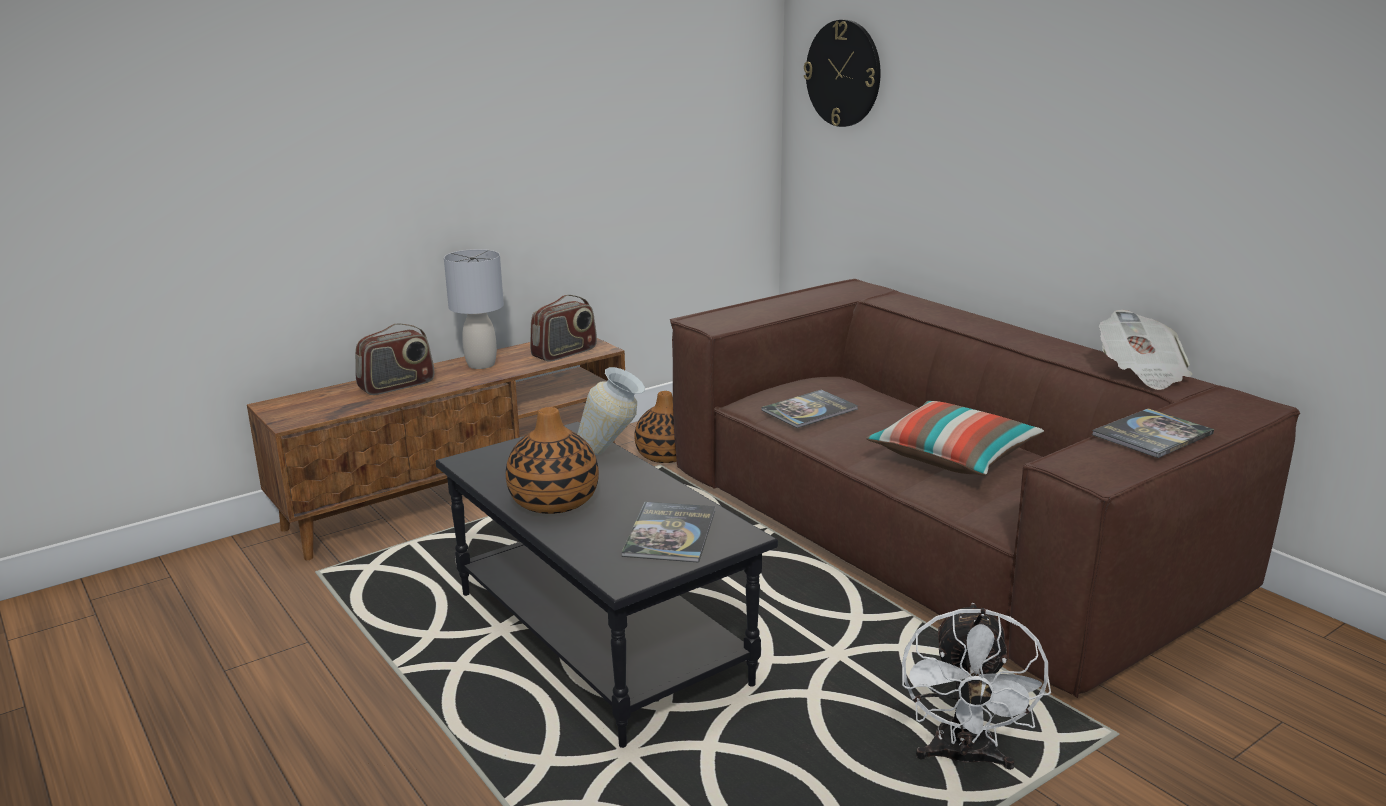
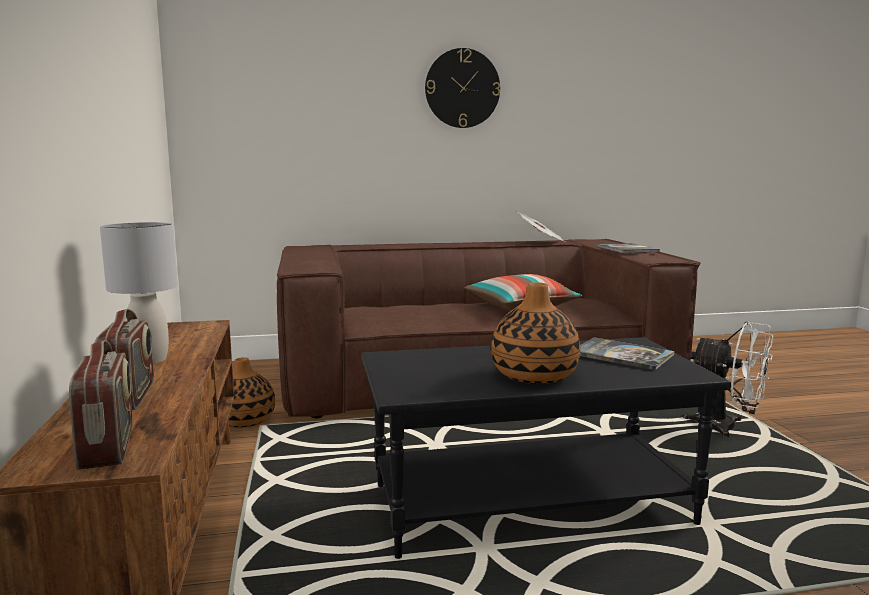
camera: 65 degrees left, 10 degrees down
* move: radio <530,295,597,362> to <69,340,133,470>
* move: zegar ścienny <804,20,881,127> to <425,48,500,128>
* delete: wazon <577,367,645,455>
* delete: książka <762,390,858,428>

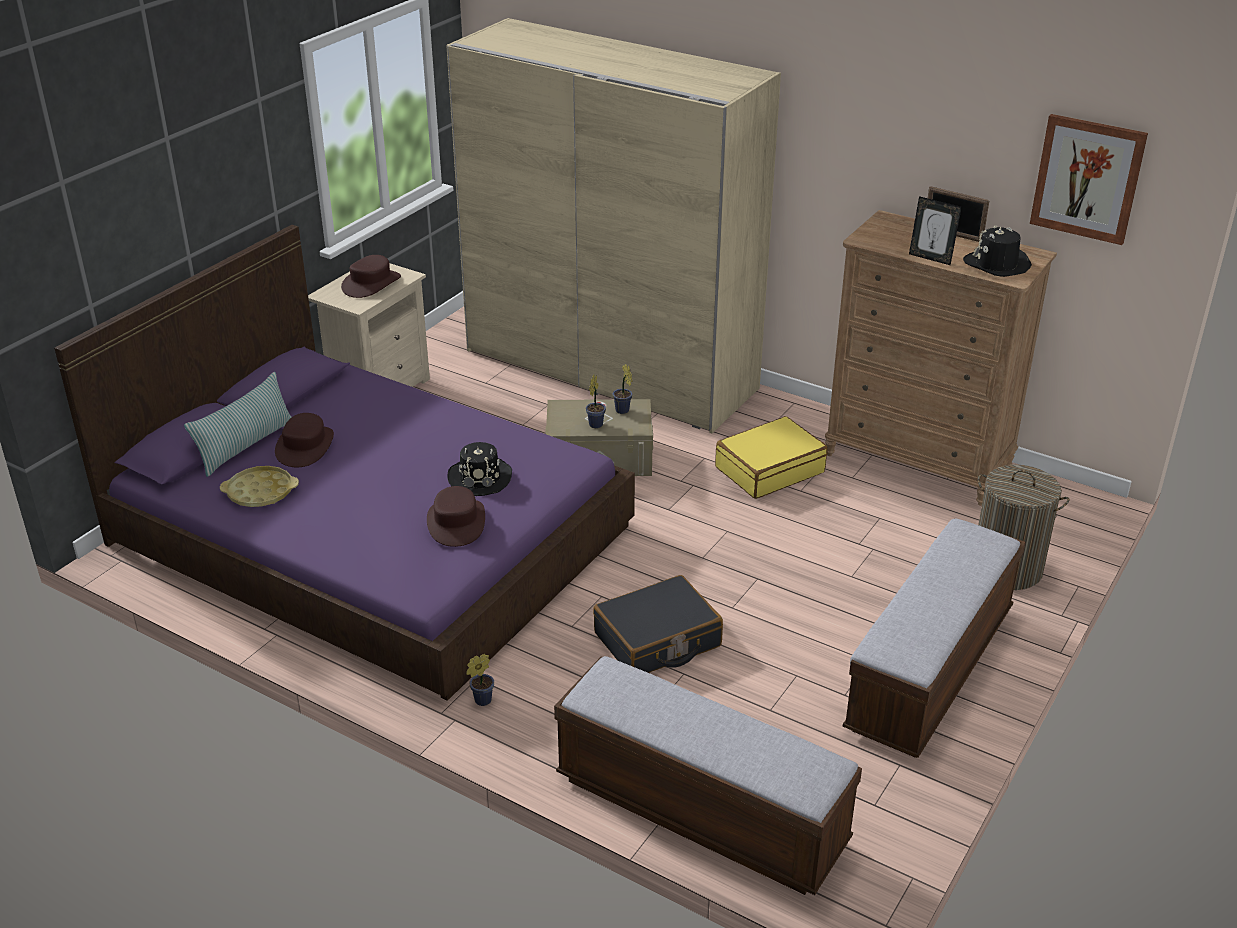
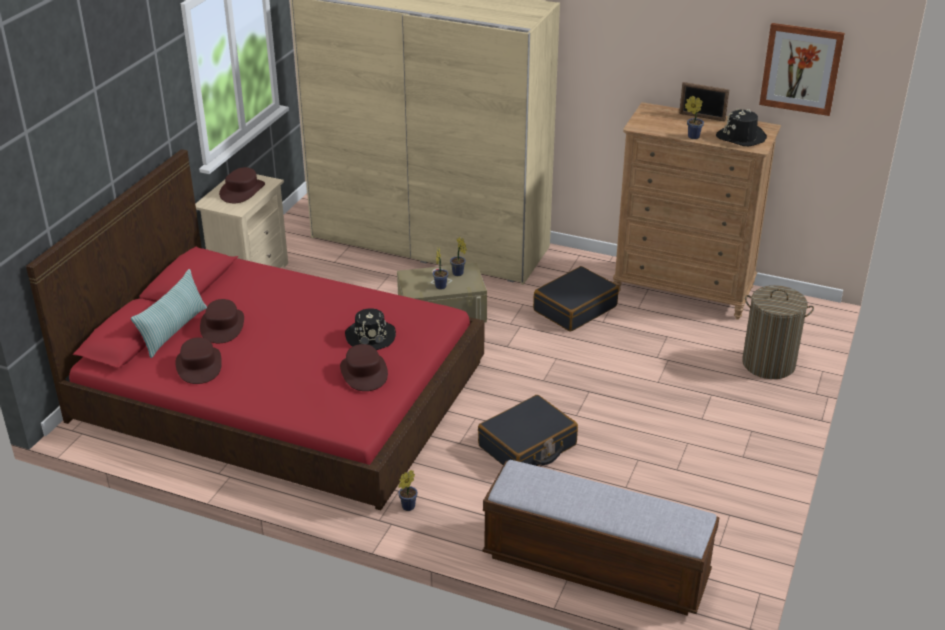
camera: 10 degrees left, 0 degrees up
* recolor: łóżko (fioletowy) <54,225,635,701> to łóżko (czerwony) <26,149,485,510>
* replace: taca (żółty) <220,466,299,507> to kapelusz (brązowy) <175,337,222,384>
* recolor: walizka (żółty) <715,416,828,499> to walizka (czarny) <533,266,619,332>
* replace: ramka na zdjęcie <909,196,962,265> to roślina doniczkowa <685,96,704,139>
* delete: ławka <843,518,1026,758>

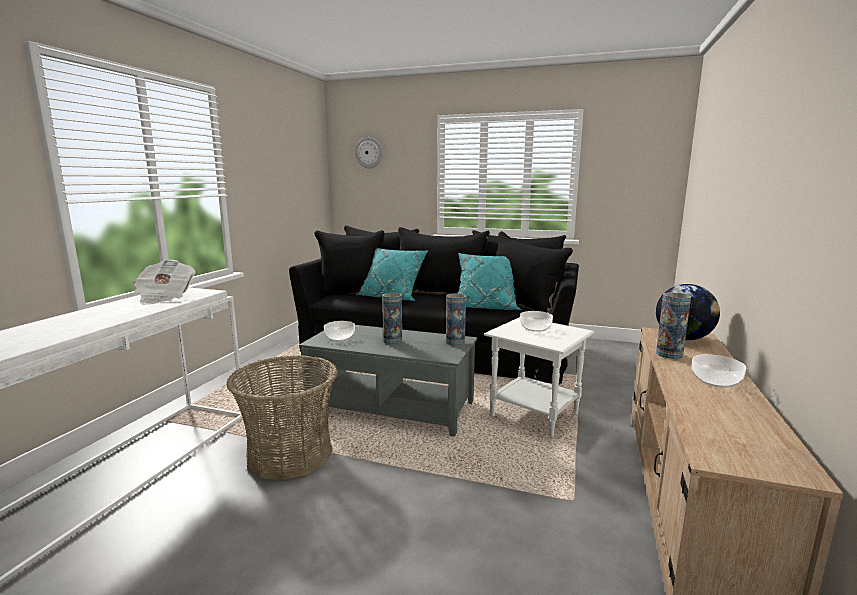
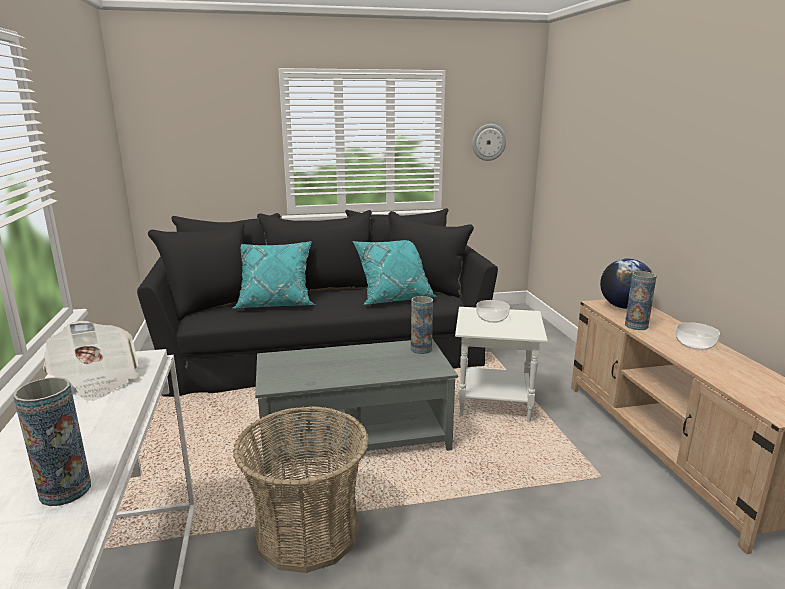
camera: 30 degrees left, 5 degrees up
* move: wazon <382,293,402,344> to <13,377,91,506>
* move: zegar ścienny <355,137,383,169> to <472,124,506,161>
* delete: miska <324,321,355,341>

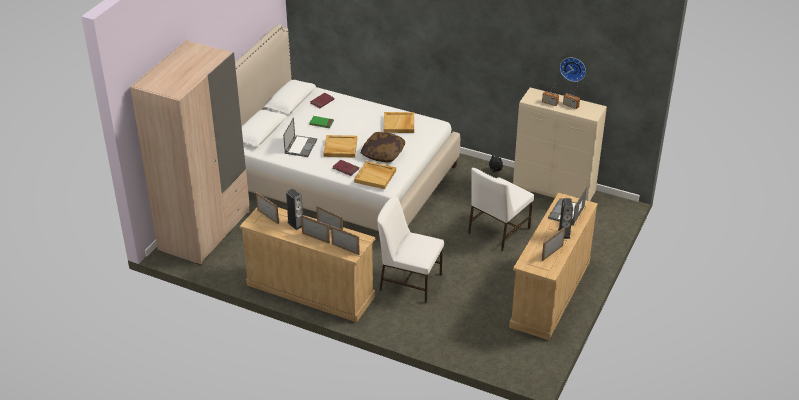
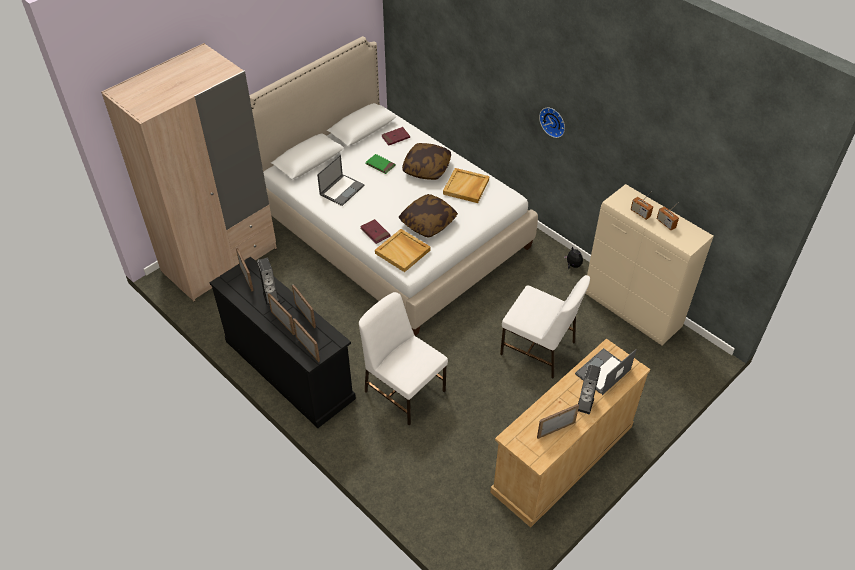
camera: 20 degrees right, 10 degrees up
* recolor: komoda (beżowy) <240,207,375,322> to komoda (czarny) <209,257,356,428>
* insert: poduszka <402,143,451,180>
* rotate: krzesło (biały) <468,168,534,251> = <500,275,590,378> 120 degrees counterclockwise
* move: zegar ścienny <560,57,586,82> to <539,108,565,138>
* delete: taca (beżowy) <323,135,357,158>

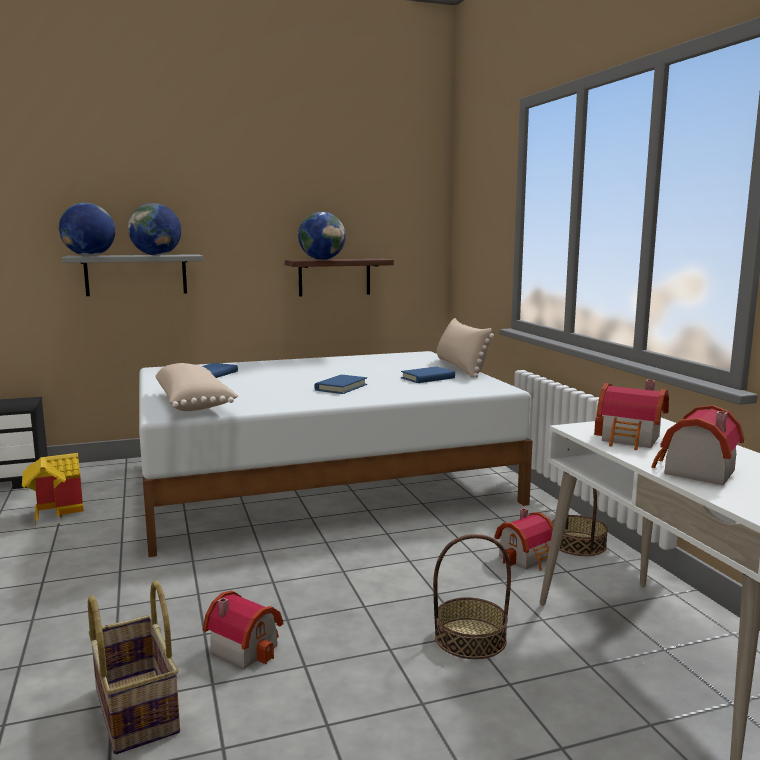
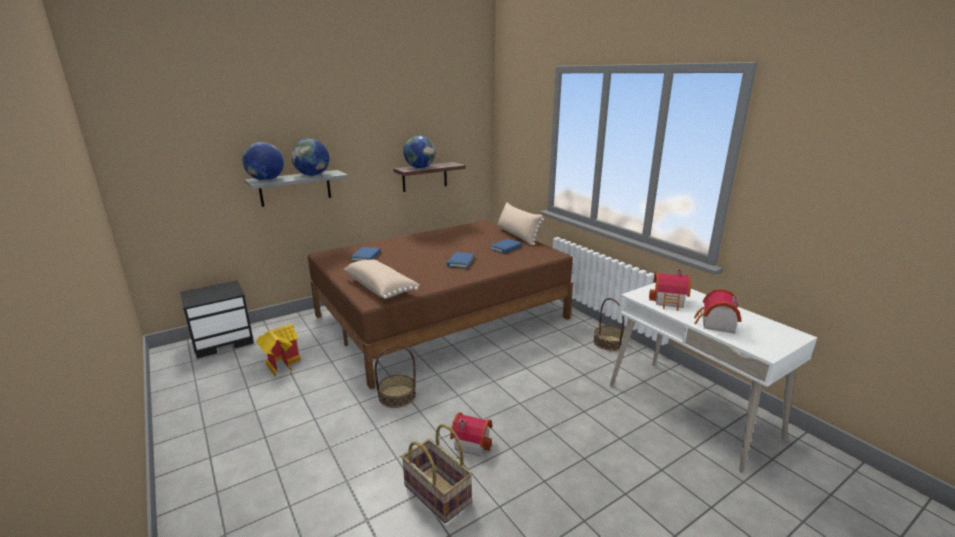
camera: 15 degrees left, 10 degrees up
* recolor: łóżko (biały) <139,351,532,557> to łóżko (brązowy) <308,220,573,390>
* move: koszyk <433,534,511,659> to <375,346,416,408>
* delete: domek <494,508,553,571>

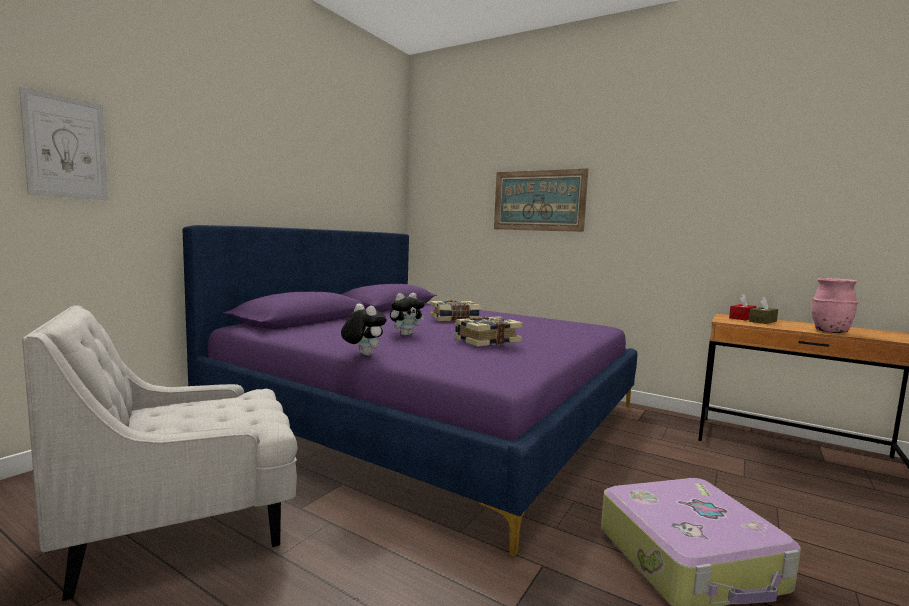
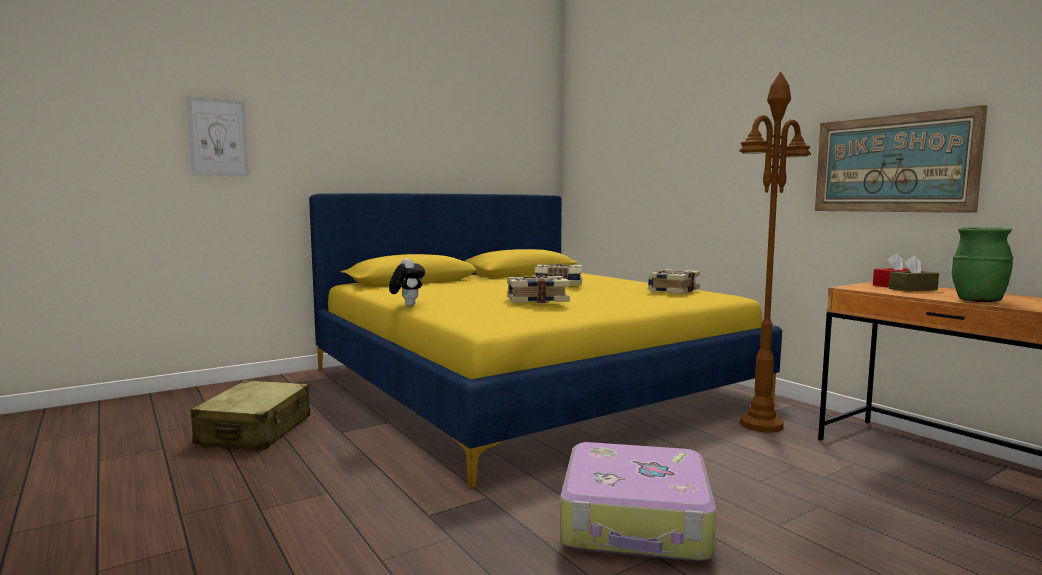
camera: 25 degrees right, 0 degrees up
* replace: fotel (biały) <22,305,297,601> to walizka (beżowy) <191,380,310,450>
* recolor: łóżko (fioletowy) <183,225,637,557> to łóżko (żółty) <309,193,782,488>
* insert: książka <648,269,700,294>
* insert: lampa stojąca (brązowy) <739,72,811,432>
* move: obraz <494,168,588,232> to <815,105,988,213>
* recolor: wazon (różowy) <811,278,858,333> to wazon (zielony) <952,227,1013,302>
* delete: pluszak <390,293,425,336>

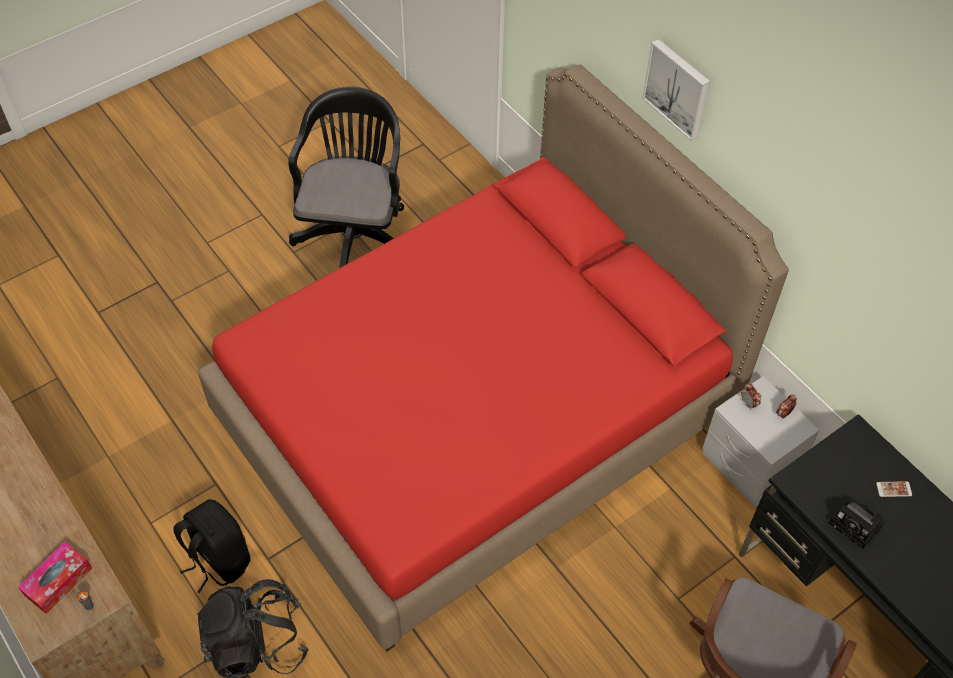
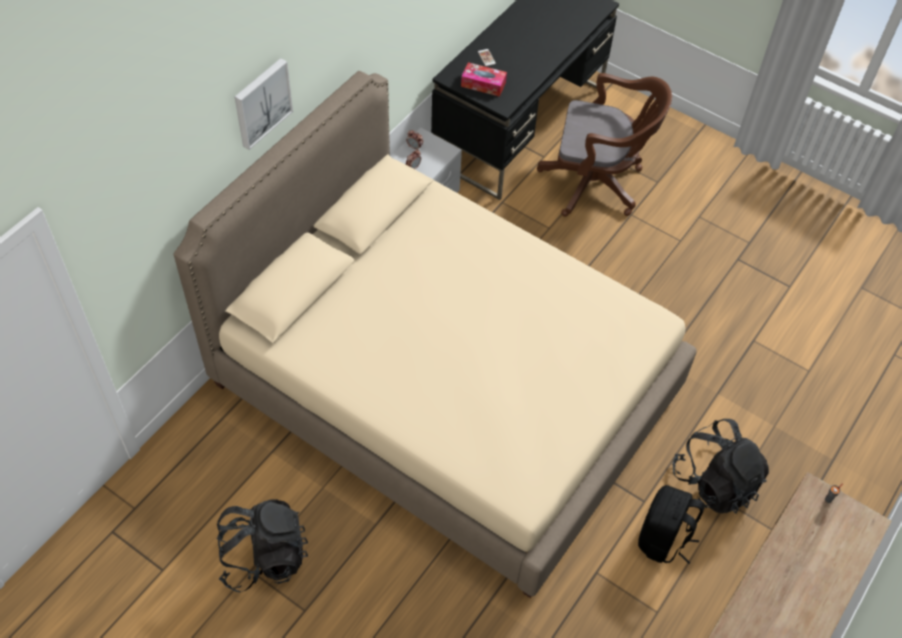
camera: 110 degrees left, 0 degrees up
* recolor: łóżko (czerwony) <198,64,789,652> to łóżko (beżowy) <174,71,697,598>
* replace: krzesło biurowe (czarny) <288,86,404,268> to plecak (czarny) <216,500,308,592>
* move: pudełko chusteczek <18,542,92,614> to <461,62,507,97>
* delete: aparat fotograficzny <829,497,885,549>

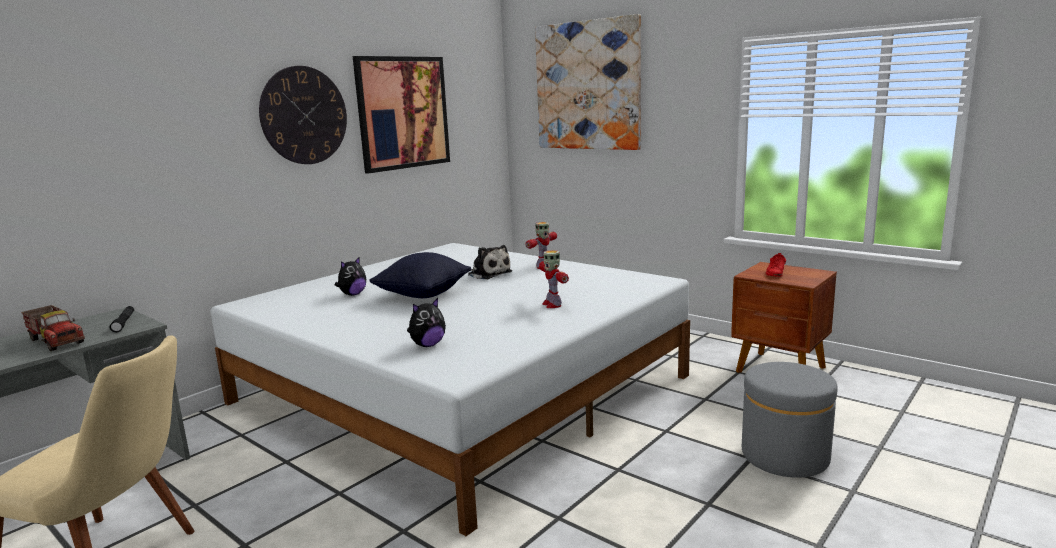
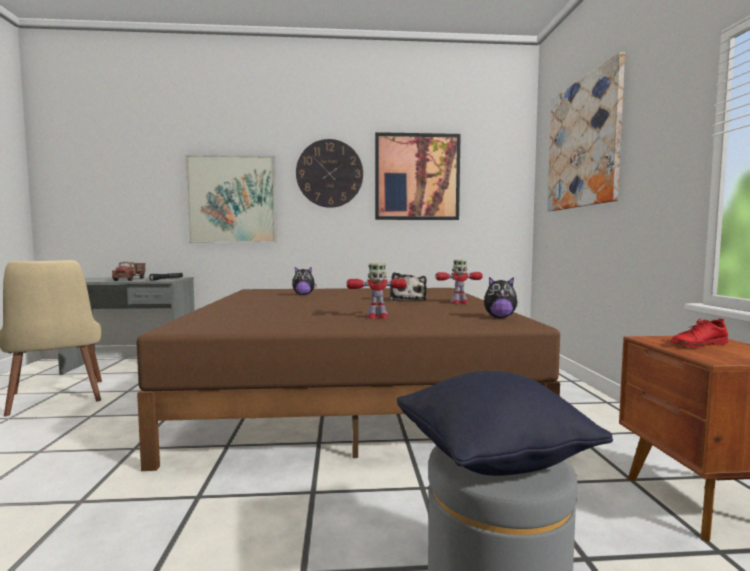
camera: 45 degrees right, 10 degrees down
* recolor: łóżko (biały) <210,243,690,536> to łóżko (brązowy) <136,288,560,471>
* insert: obraz <185,154,277,243>
* rotate: robot zabawkowy <539,250,569,308> = <347,263,407,319> 120 degrees counterclockwise
* move: poduszka (czarny) <369,252,471,298> to <397,371,613,476>
* move: pluszak <407,298,446,347> to <484,277,518,318>

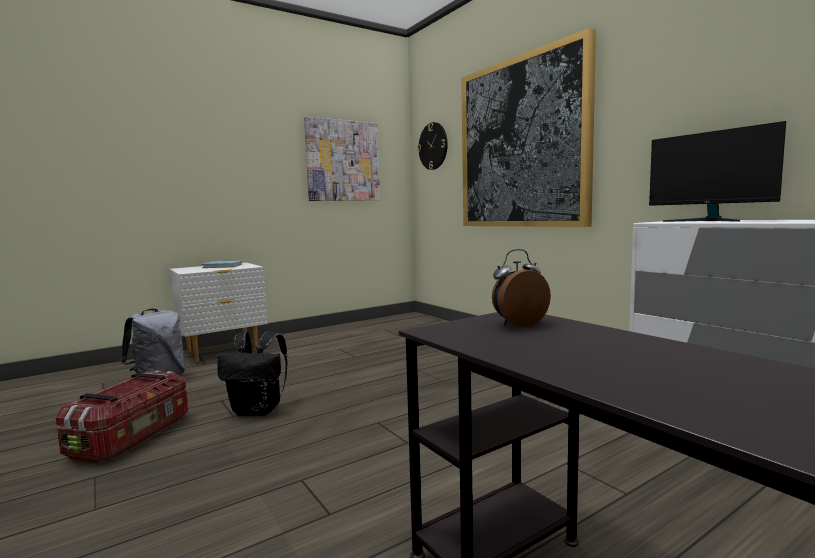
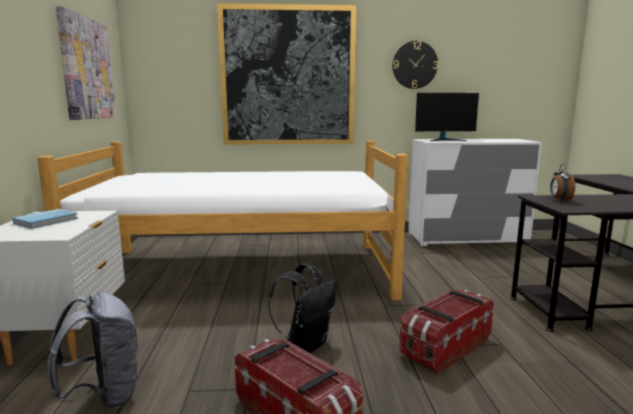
camera: 60 degrees left, 5 degrees up
* insert: łóżko <37,141,408,300>
* move: zegar ścienny <417,122,448,170> to <392,41,438,89>
* insert: pojemnik do przechowywania <400,290,494,374>

